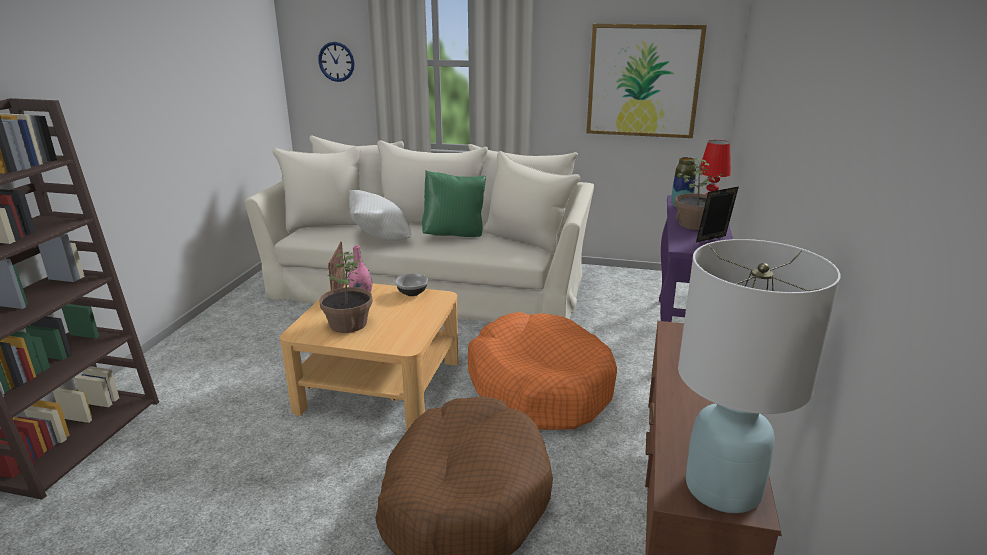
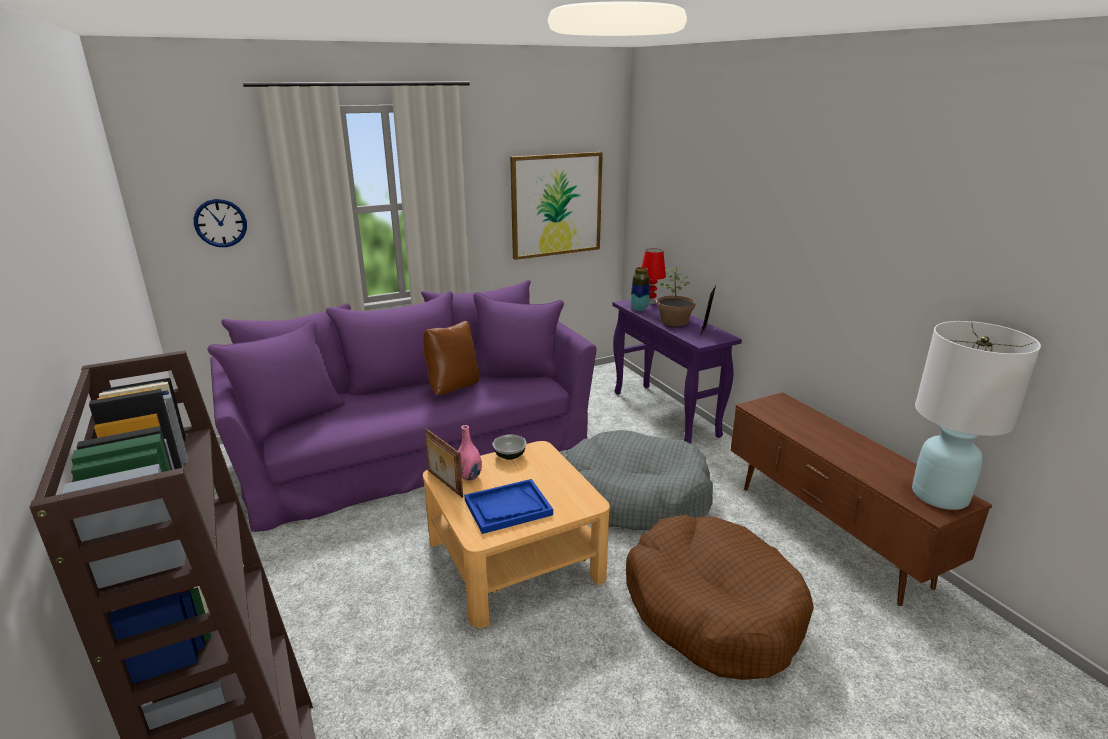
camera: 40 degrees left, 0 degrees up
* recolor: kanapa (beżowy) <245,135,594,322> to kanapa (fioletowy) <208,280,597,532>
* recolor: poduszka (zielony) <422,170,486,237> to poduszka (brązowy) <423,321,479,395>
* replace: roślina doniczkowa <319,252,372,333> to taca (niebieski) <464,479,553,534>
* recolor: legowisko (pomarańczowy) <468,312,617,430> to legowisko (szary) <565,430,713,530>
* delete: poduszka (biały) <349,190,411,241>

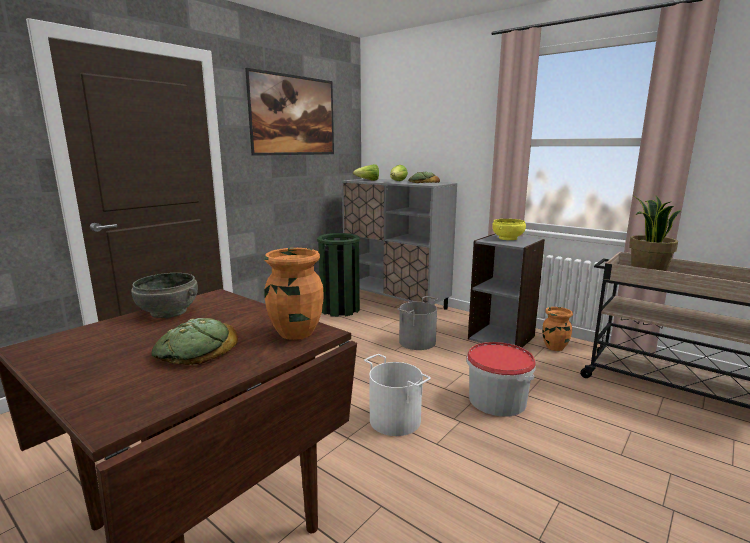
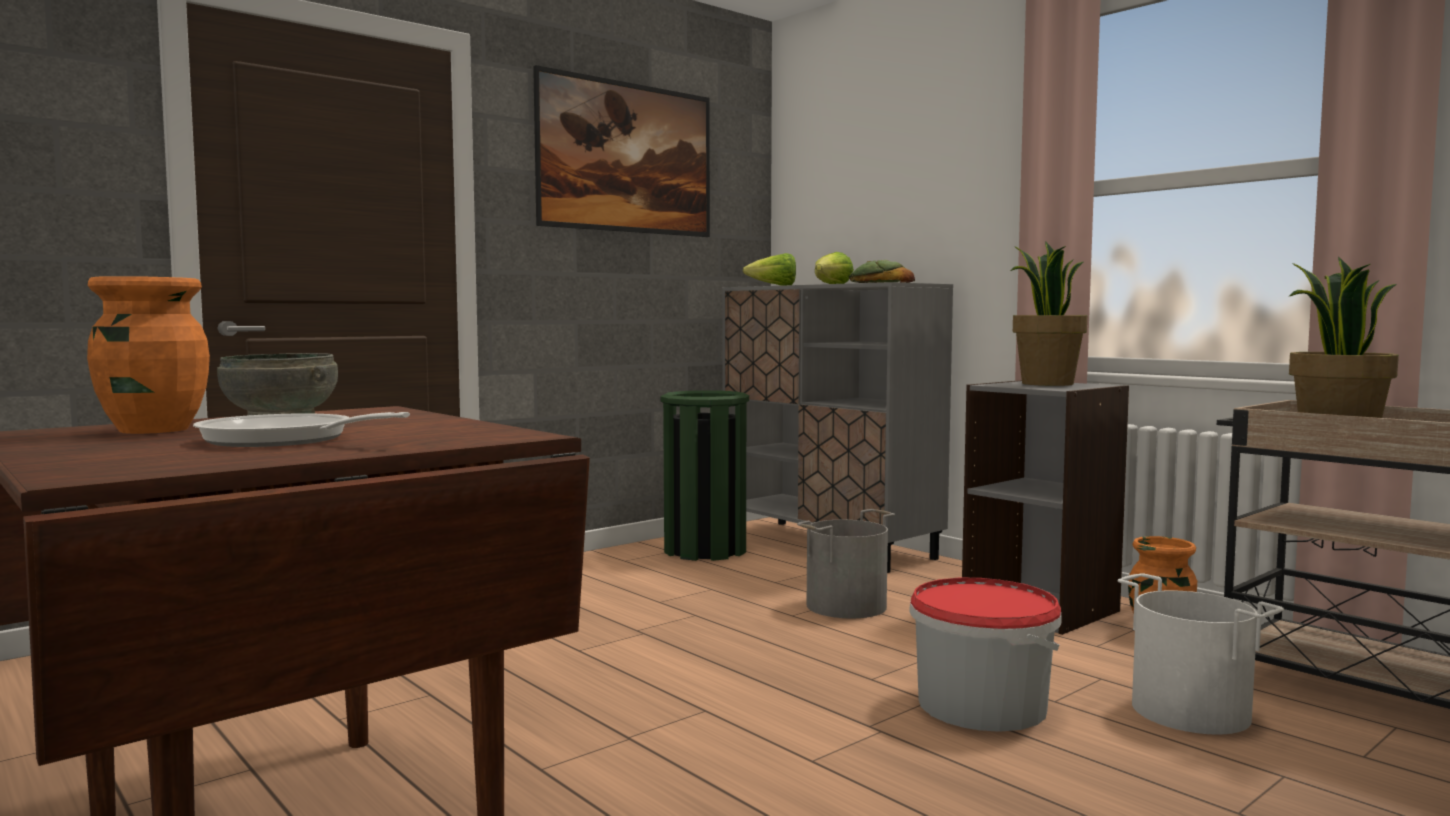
camera: 10 degrees right, 10 degrees down
* move: wazon (pomarańczowy) <264,248,324,340> to <87,276,210,434>
* replace: chleb <152,318,238,365> to patelnia <193,412,410,447>
* replace: miska (żółty) <492,219,526,240> to roślina doniczkowa <1010,241,1087,386>
* move: wiadro (biały) <364,354,431,436> to <1117,573,1284,735>

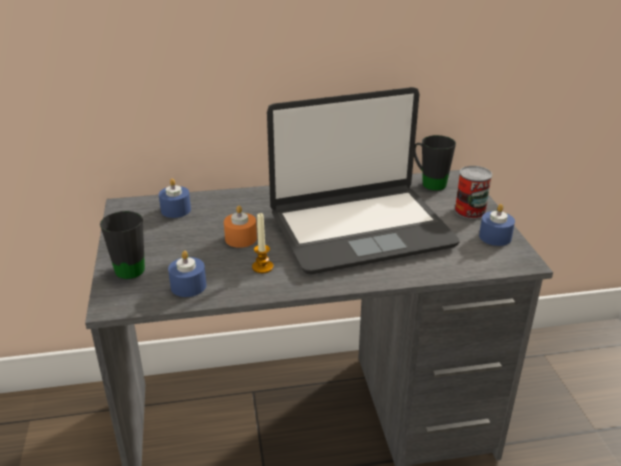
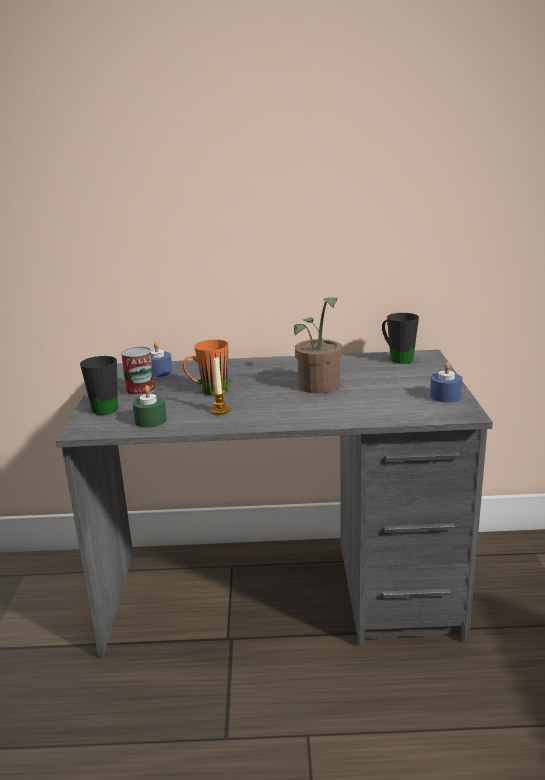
camera: 10 degrees right, 10 degrees down
* move: puszka <455,166,492,219> to <121,346,156,396>
* recolor: świeca (niebieski) <168,251,206,297> to świeca (zielony) <132,386,167,428>
* replace: świeca (pomarańczowy) <224,205,257,248> to kubek (pomarańczowy) <183,339,229,395>
* replace: laptop <267,87,460,274> to roślina doniczkowa <294,297,342,393>

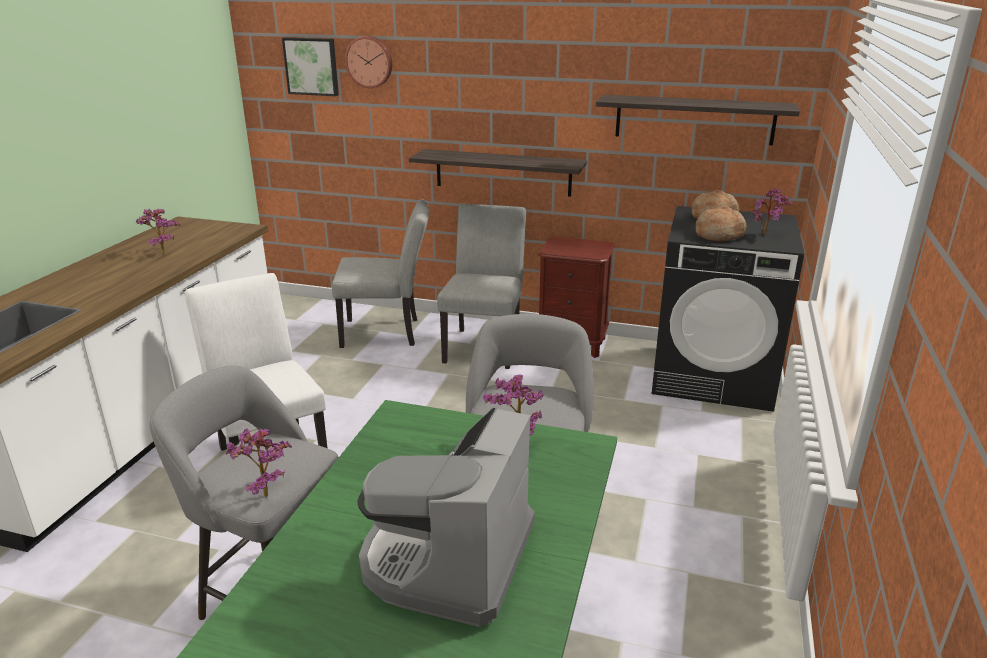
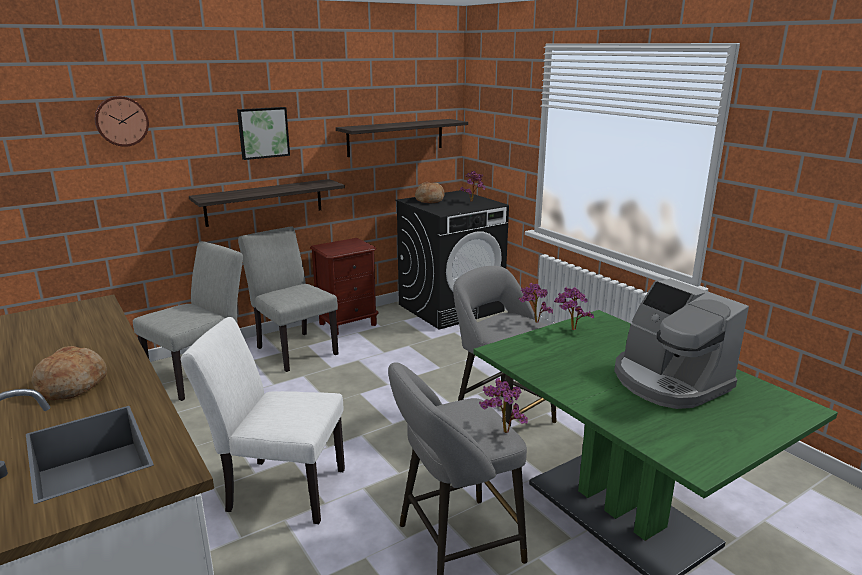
camera: 50 degrees left, 5 degrees down
* move: chleb <696,206,747,242> to <31,346,107,400>
* move: obraz <282,38,339,96> to <237,107,290,160>
* move: roślina doniczkowa <136,208,180,254> to <519,283,553,323>

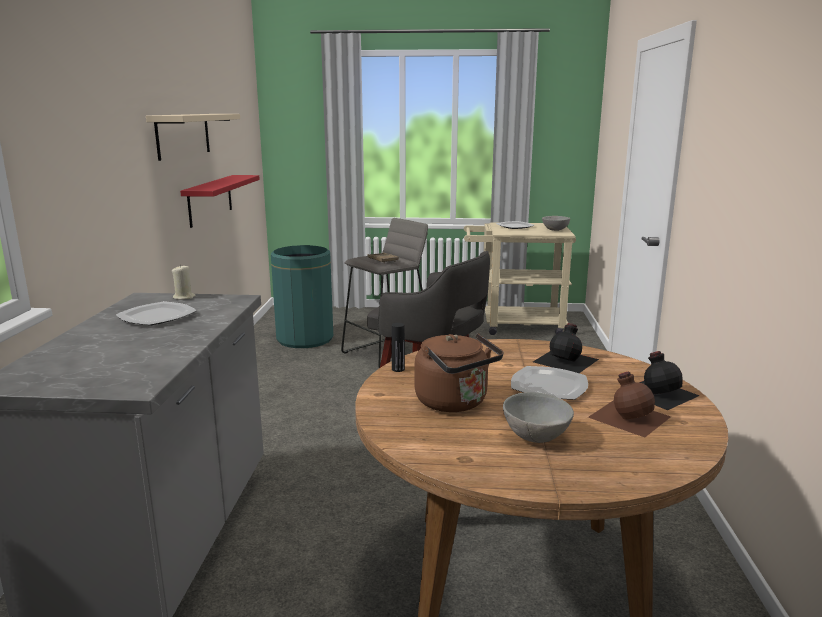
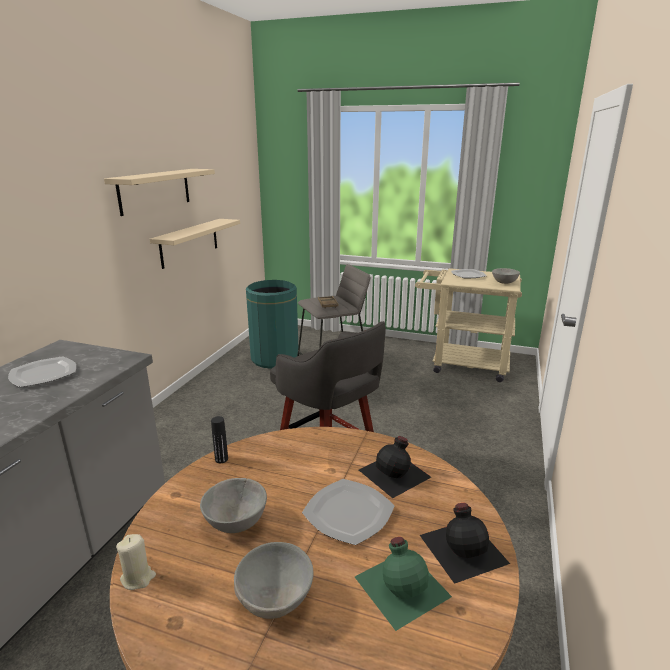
camera: 15 degrees right, 5 degrees up
* move: świeca (beżowy) <172,264,196,300> to <116,534,156,590>
* recolor: półka (czerwony) <180,175,260,228> to półka (beżowy) <150,219,240,269>
* replace: czajnik (brązowy) <415,333,503,412> to miska (szary) <200,478,267,533>
* recolor: butelka (brązowy) <588,372,671,438> to butelka (zielony) <355,537,452,631>

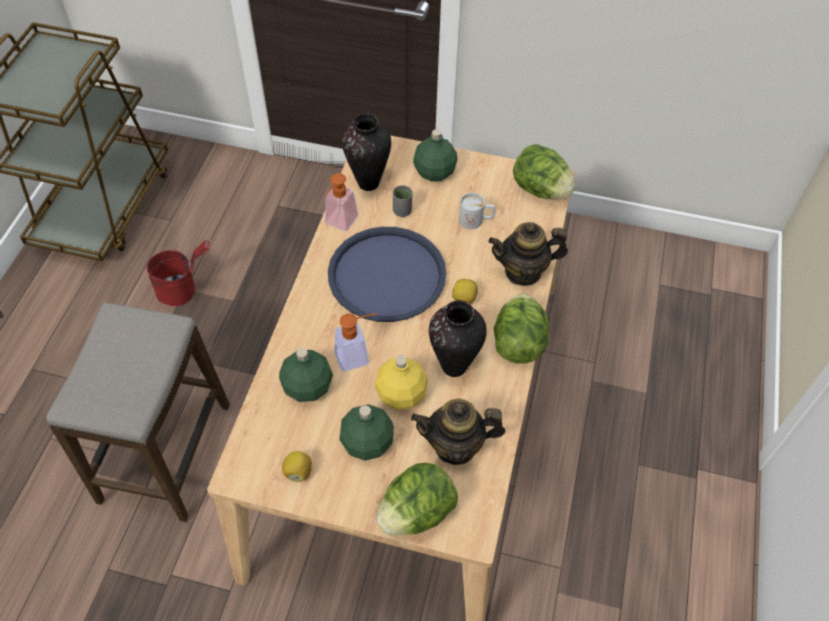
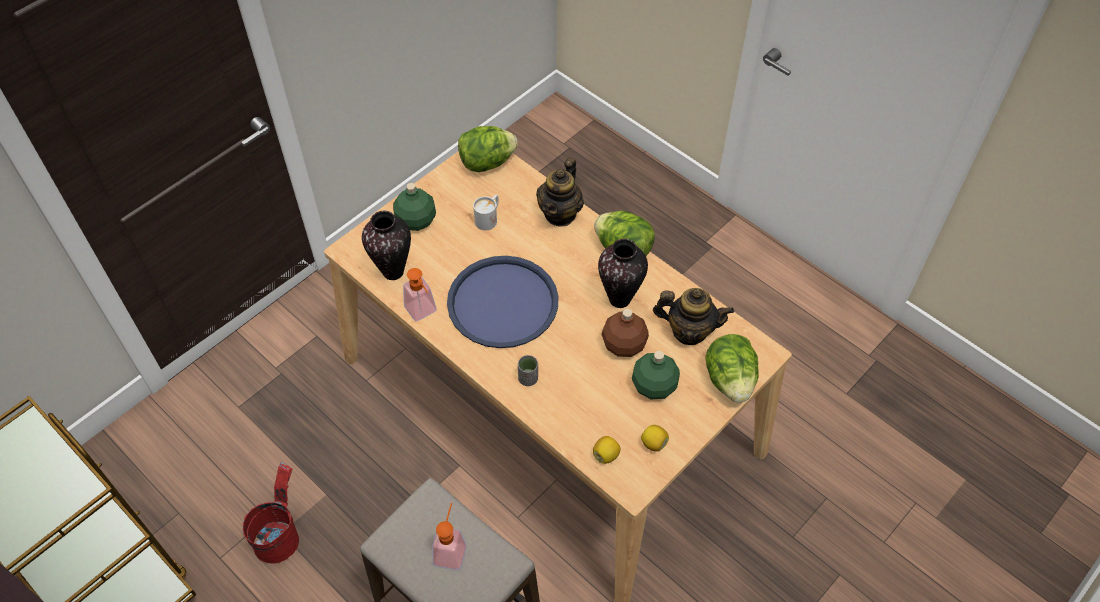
camera: 60 degrees left, 0 degrees up
* move: dozownik mydła <334,313,377,371> to <432,503,466,570>
* move: filiżanka (szary) <393,185,412,217> to <518,355,538,386>
* move: cytryna <452,279,478,304> to <593,436,620,464>
* recolor: butelka (żółty) <374,356,428,410> to butelka (brązowy) <601,309,649,357>
* rotate: imbryk <411,399,505,465> = <653,288,734,345> 105 degrees counterclockwise
* delete: butelka (zielony) <279,348,333,402>

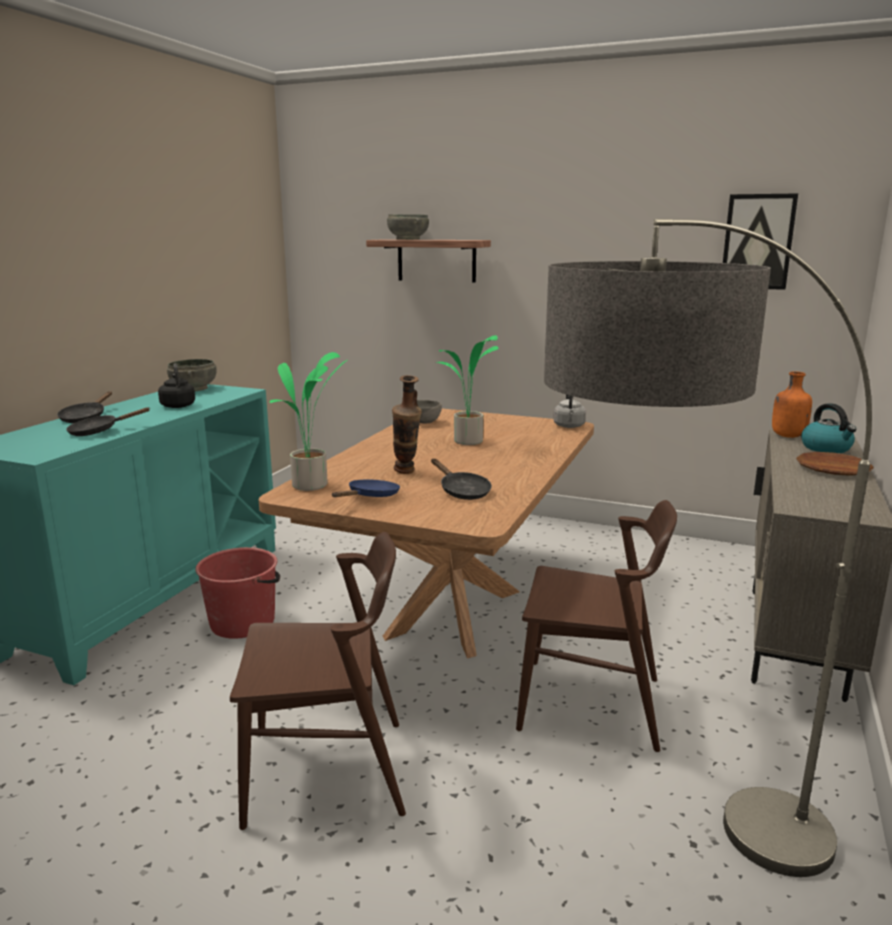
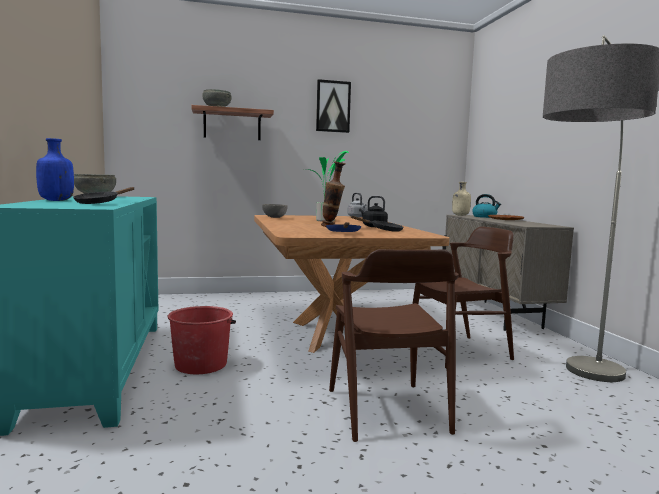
camera: 35 degrees left, 10 degrees down
* replace: patelnia (czarny) <57,391,112,423> to butelka (niebieski) <36,138,74,201>
* move: obraz <723,193,798,290> to <316,79,351,133>
* rotate: krzesło (brązowy) <230,532,406,830> = <329,249,459,442> 120 degrees clockwise
* move: czajnik (czarny) <158,364,195,408> to <359,196,388,227>
* recolor: butelka (pomarańczowy) <772,371,812,438> to butelka (beżowy) <452,182,471,216>
* delete: roślina doniczkowa <269,352,348,491>

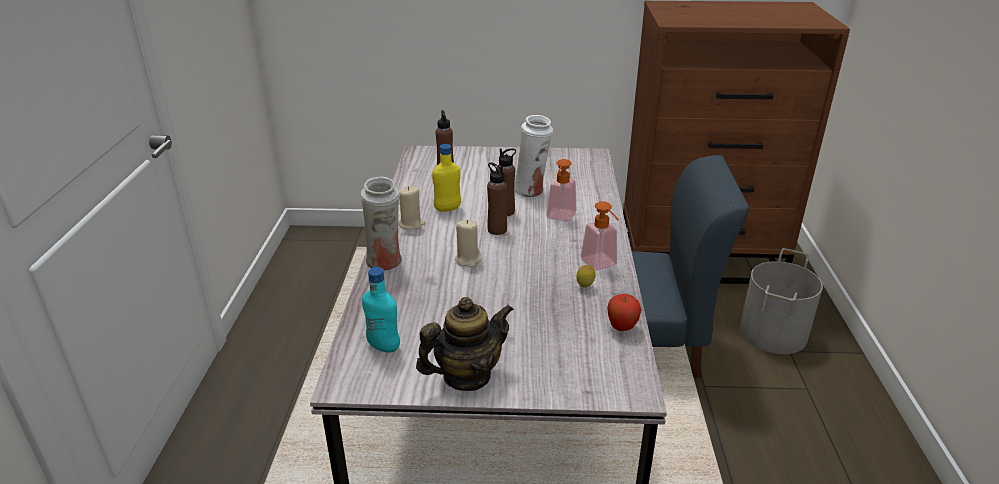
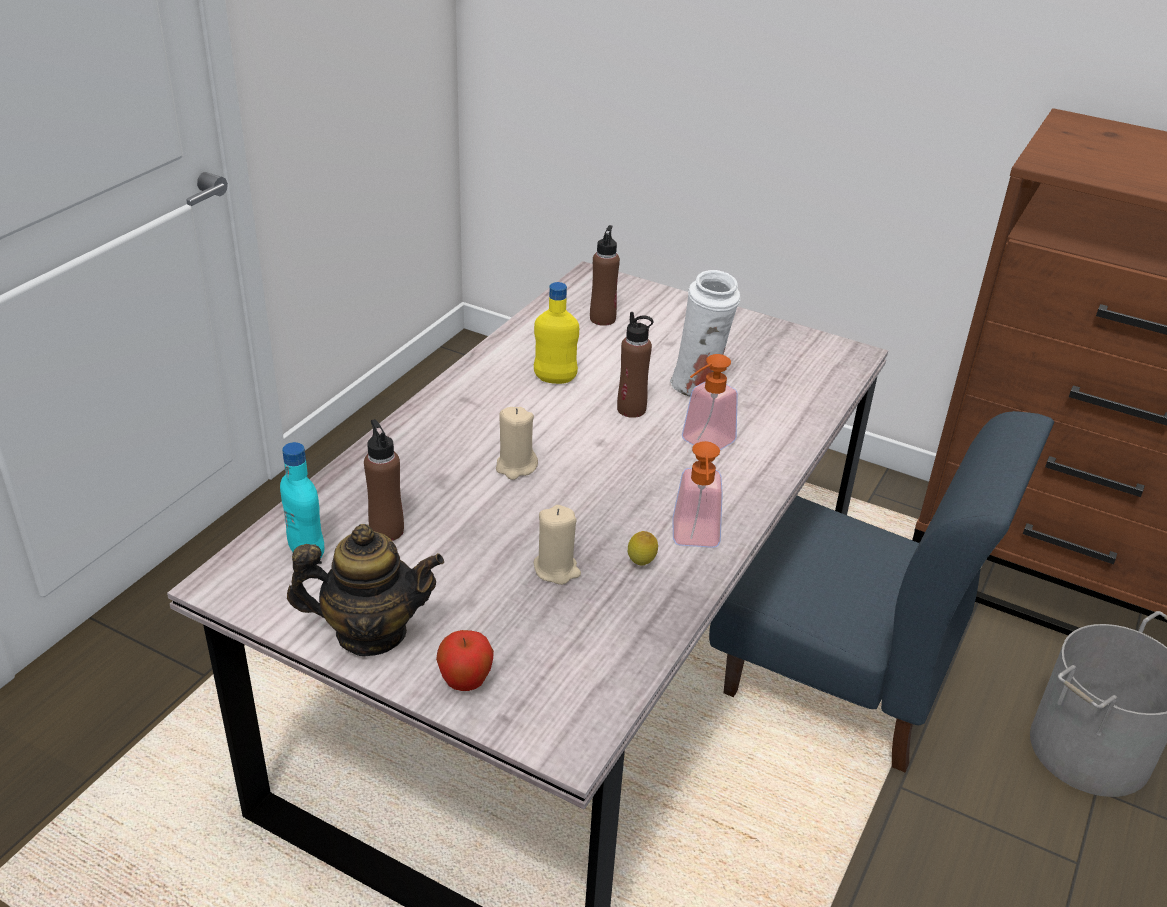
camera: 25 degrees right, 5 degrees up
* move: butelka (brązowy) <487,162,507,235> to <364,419,404,541>
* move: jabłko <607,294,642,331> to <436,630,494,691>
* move: świeca (beżowy) <398,186,426,230> to <533,505,581,585>
* delete: wazon (biały) <360,177,402,270>

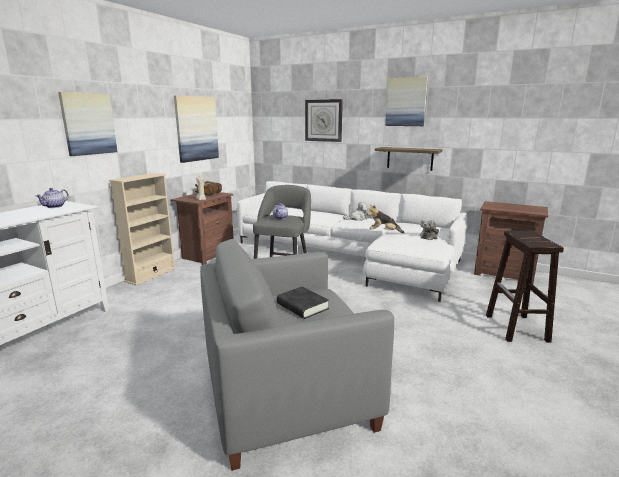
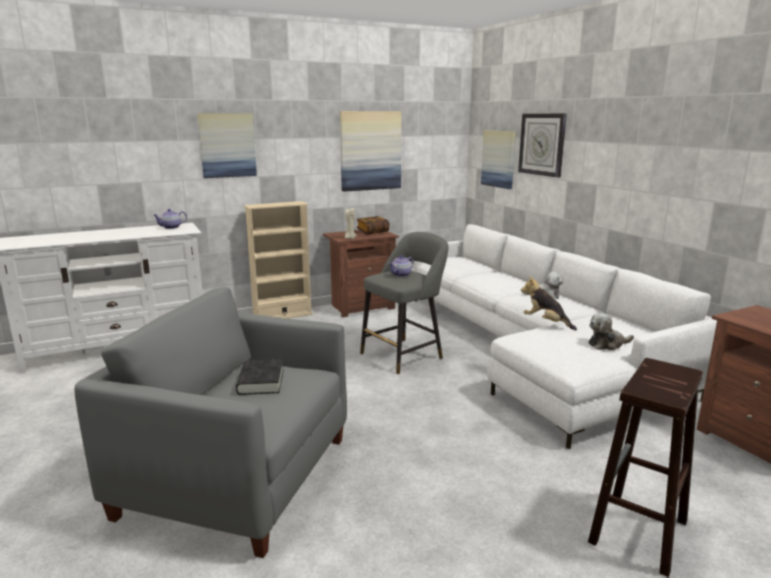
camera: 35 degrees right, 0 degrees up
* move: obraz <385,77,428,126> to <481,130,516,189>
* delete: półka <375,147,442,171>

